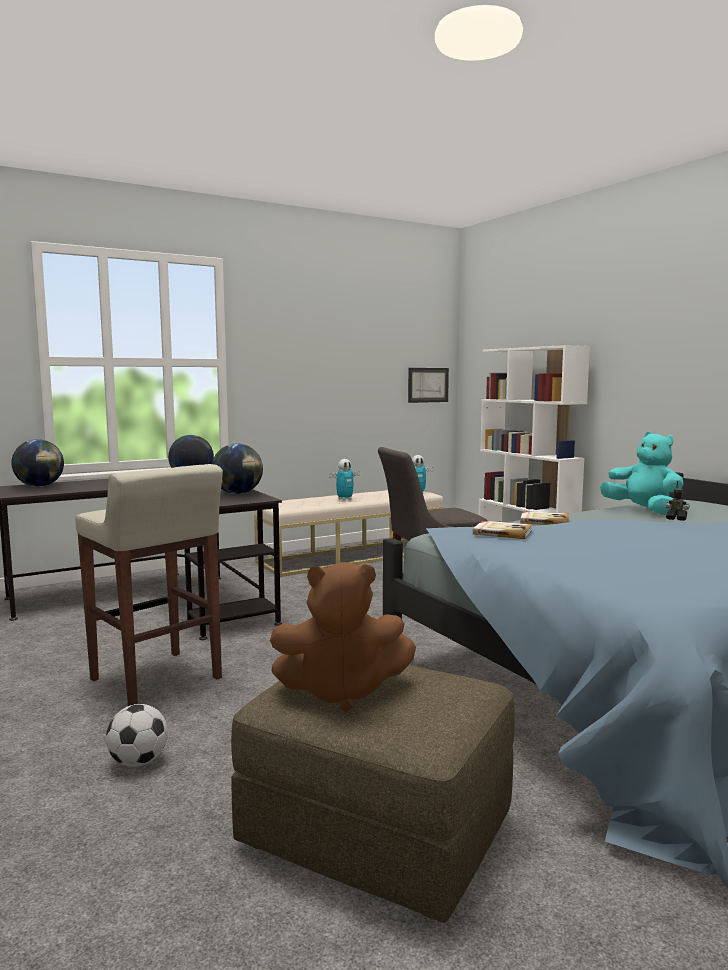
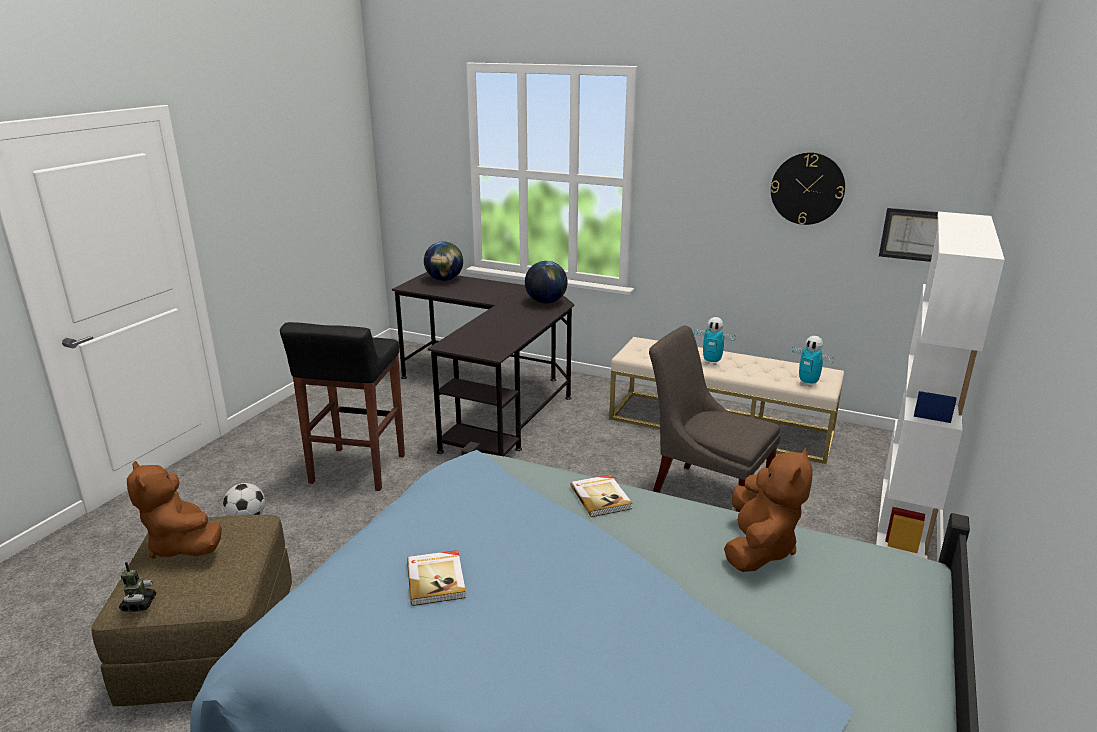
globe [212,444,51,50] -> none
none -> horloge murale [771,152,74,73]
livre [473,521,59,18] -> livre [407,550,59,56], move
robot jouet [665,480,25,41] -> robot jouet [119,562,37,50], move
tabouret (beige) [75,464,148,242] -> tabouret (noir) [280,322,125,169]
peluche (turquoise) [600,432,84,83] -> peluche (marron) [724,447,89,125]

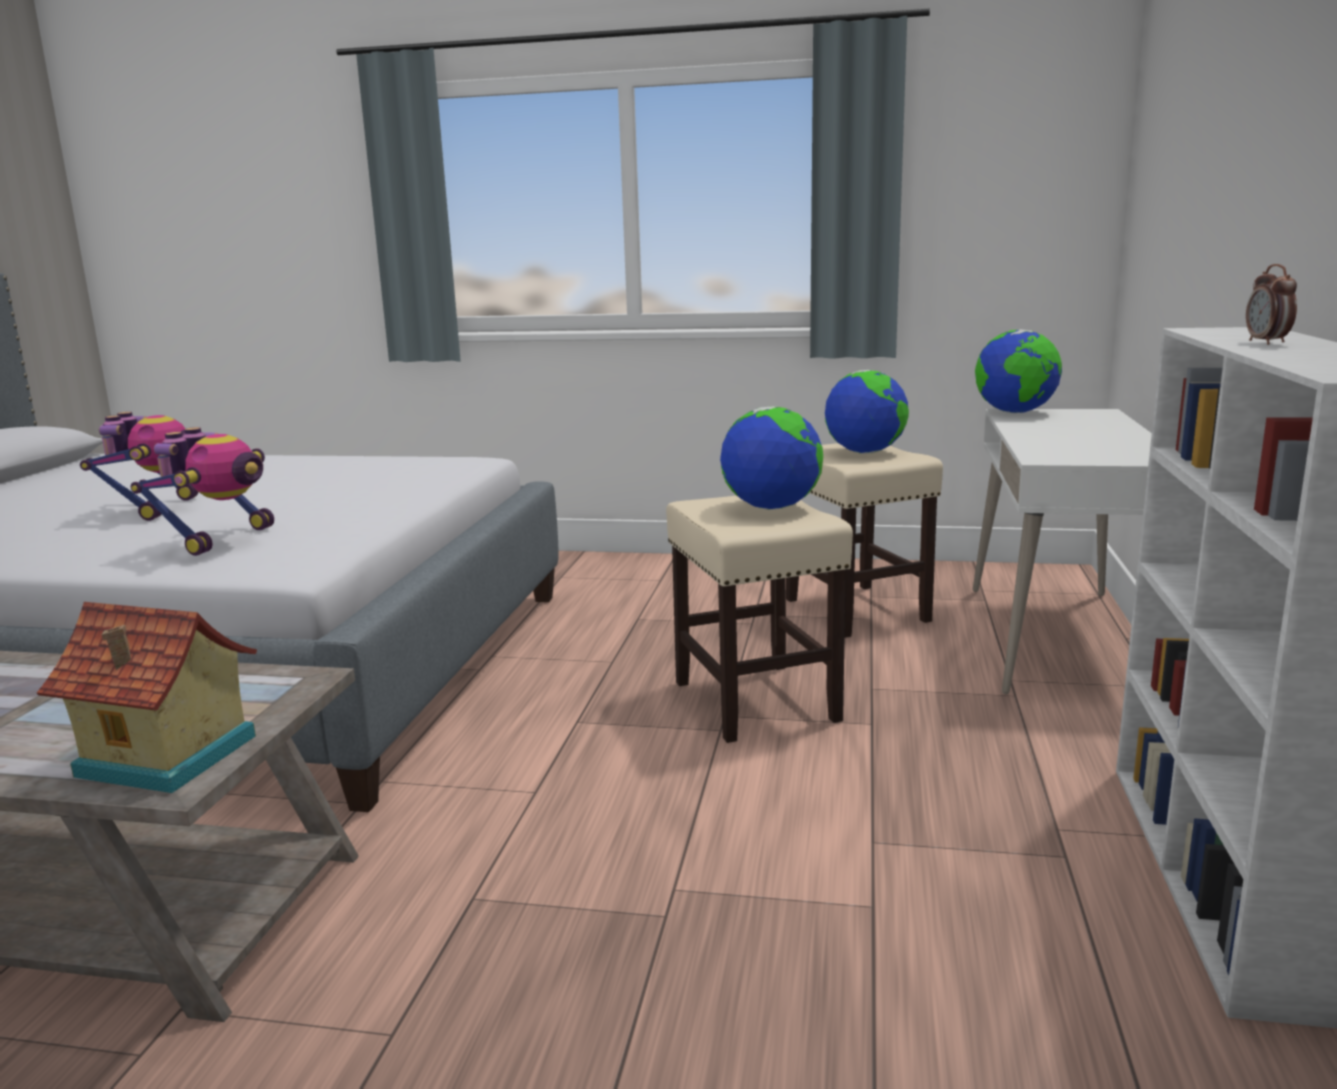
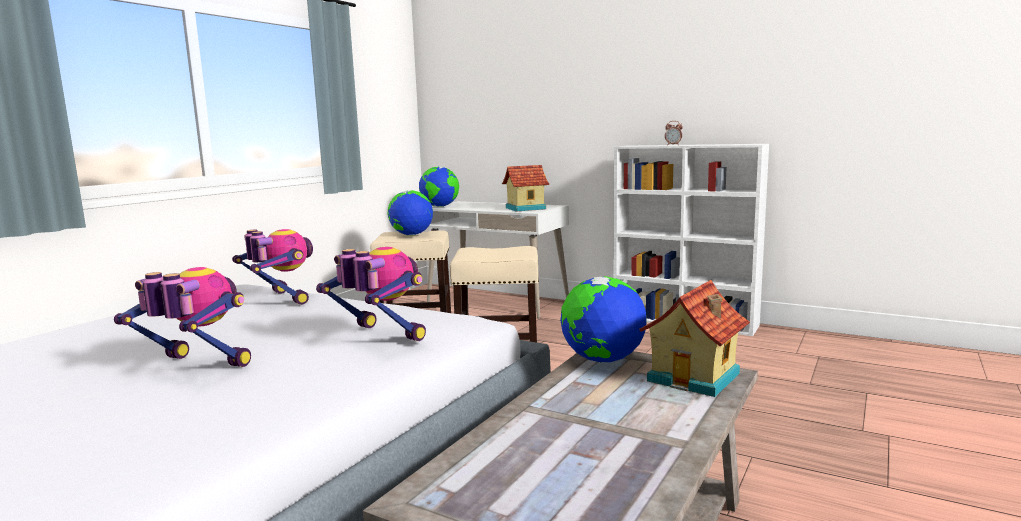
none -> robot jouet [232,229,81,76]
none -> maison miniature [502,165,47,46]
globe [720,406,103,104] -> globe [560,276,87,87], move

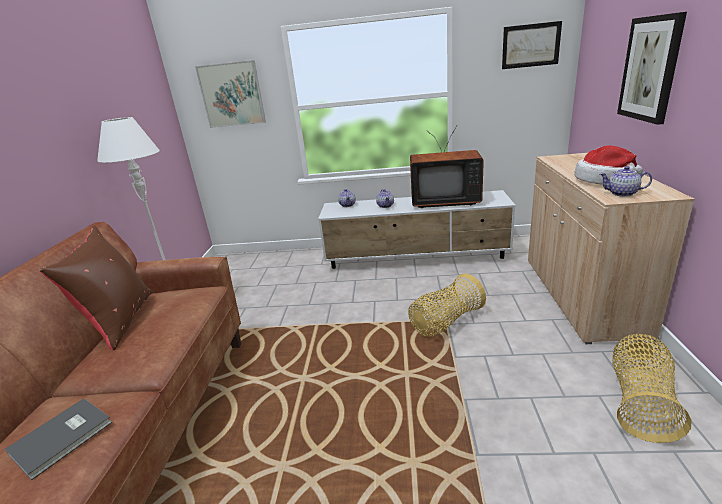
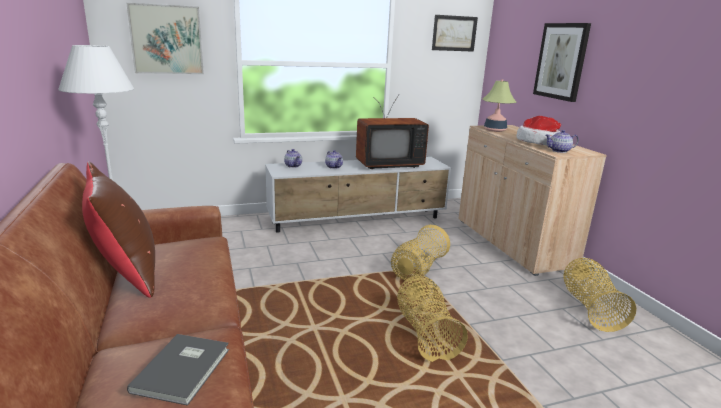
none -> panier [397,275,71,87]
none -> lampe de table [483,79,34,53]

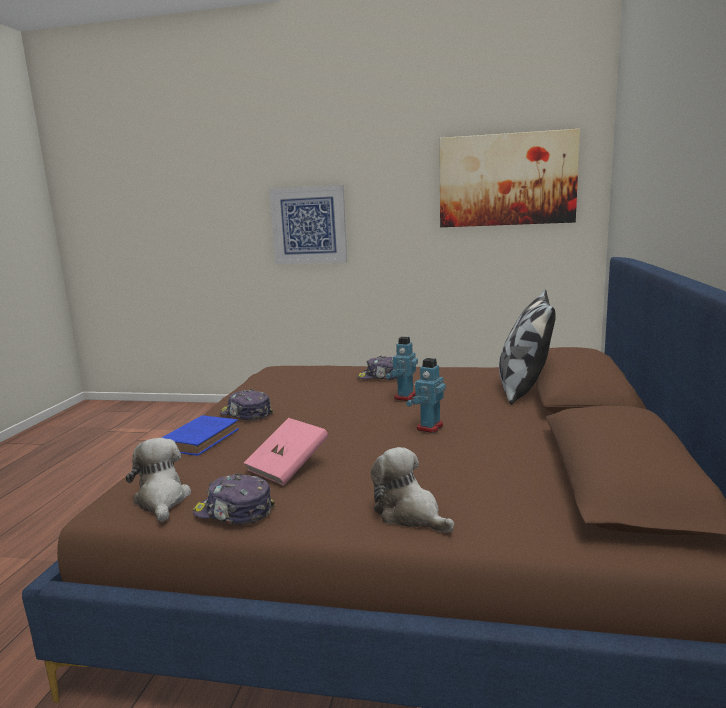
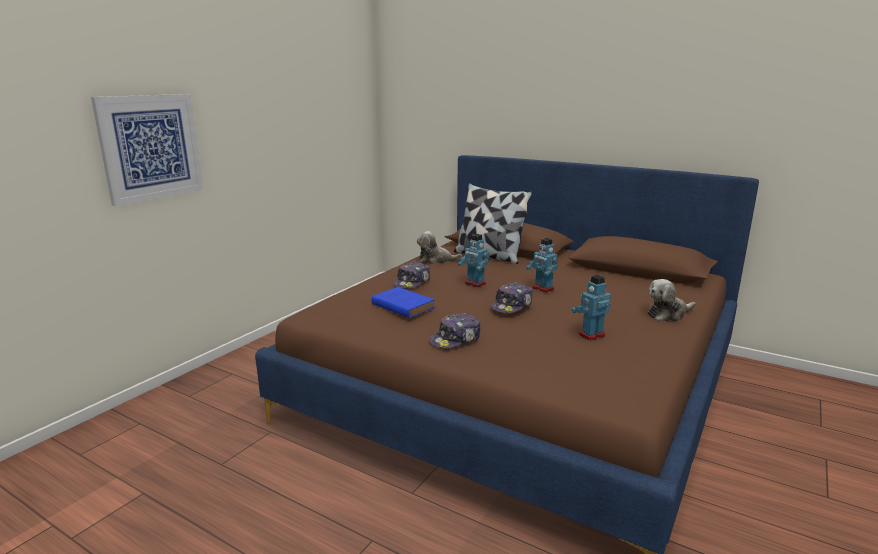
tableau [439,129,141,98] -> none
peluche [126,438,65,84] -> peluche [417,231,45,33], move
livre (bleu) [162,415,77,41] -> livre (bleu) [371,287,64,31], move
casquette [193,473,82,51] -> casquette [491,282,42,31], move
livre (rose) [244,418,84,68] -> robot jouet [571,275,40,65]

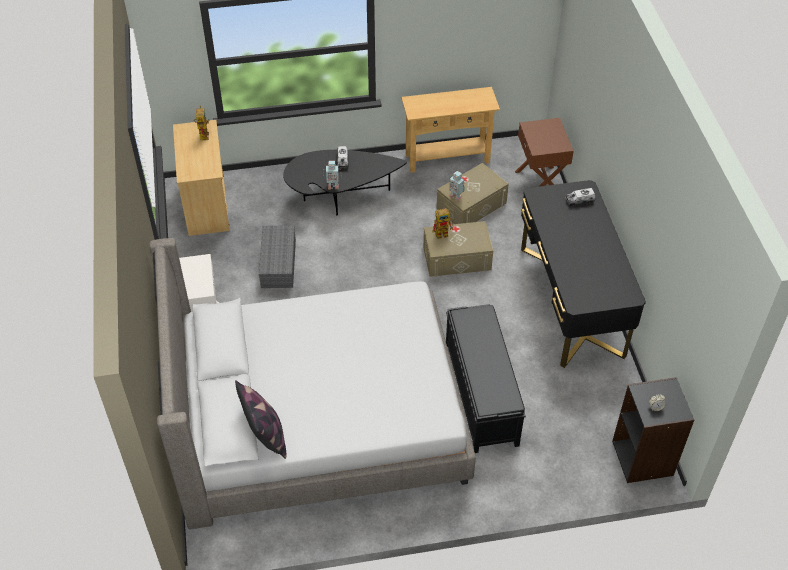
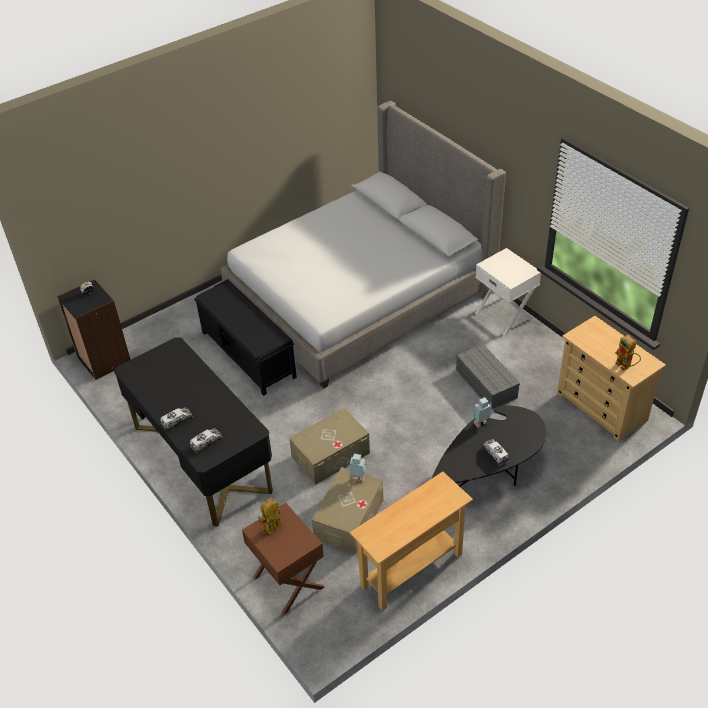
coussin [235,380,51,79] -> none
none -> camion jouet [160,407,33,24]
robot jouet [432,208,21,31] -> robot jouet [258,497,23,37], move

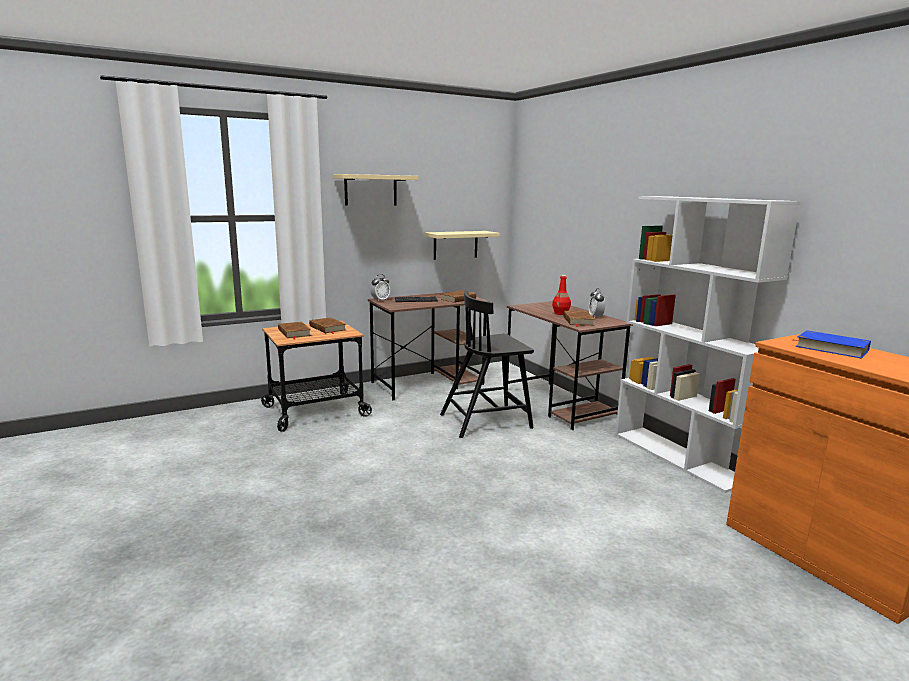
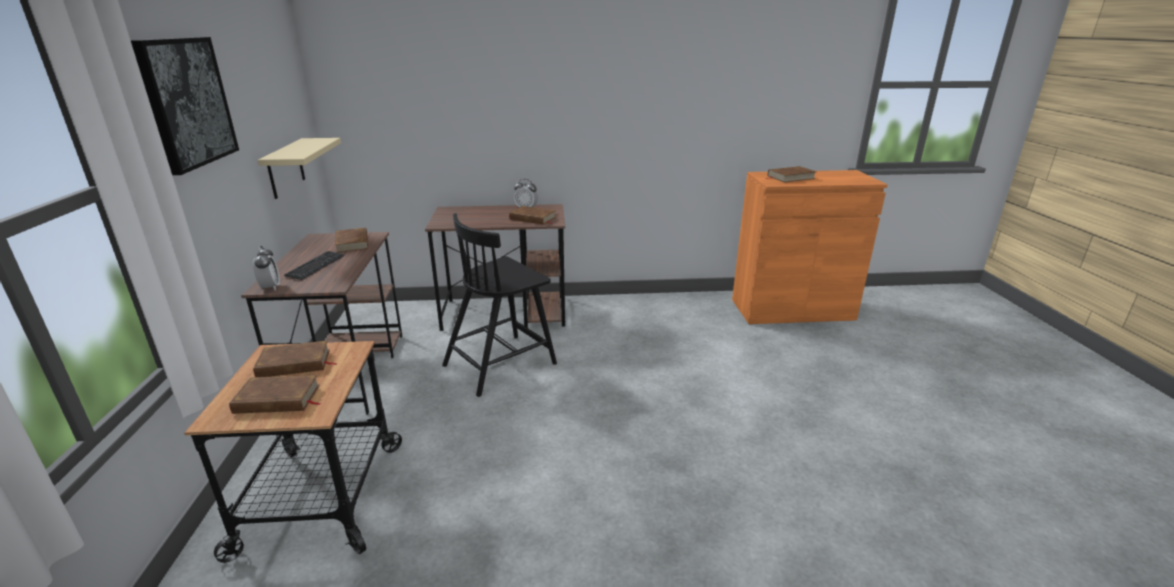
bouteille (rouge) [552,275,19,40] -> none
bibliothèque (blanc) [615,196,185,297] -> none
étagère (beige) [333,174,85,32] -> tableau [131,37,108,138]
livre (bleu) [792,330,79,29] -> livre (marron) [766,166,50,17]
chaise (noir) [440,290,94,148] -> chaise (noir) [442,213,115,184], 45 degrees clockwise

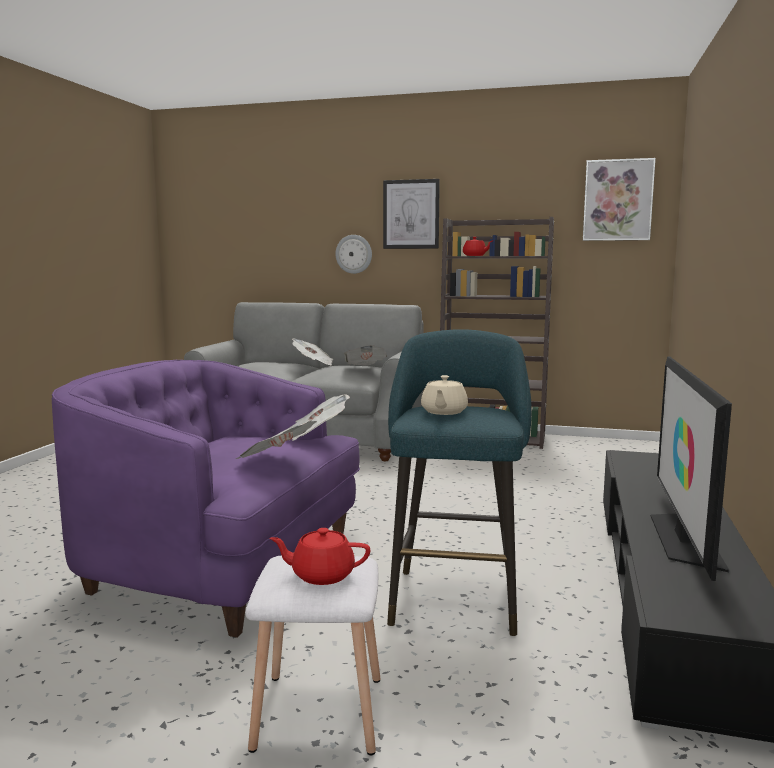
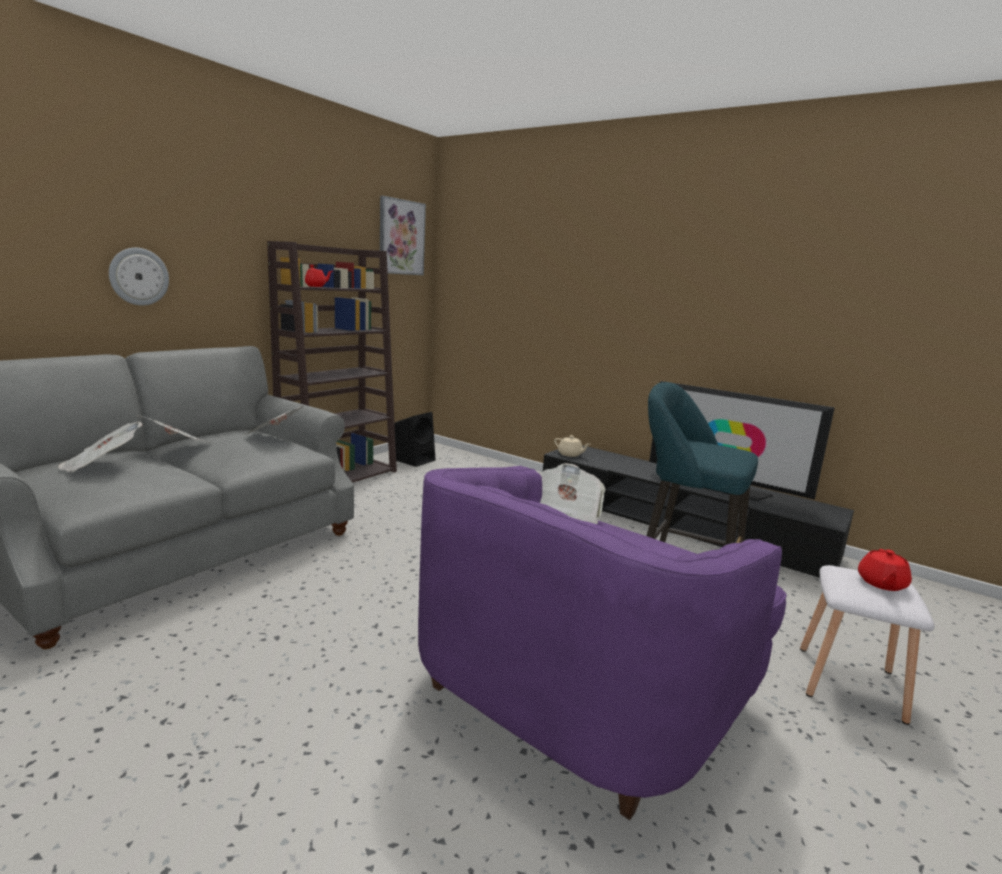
tableau [383,179,57,70] -> none
none -> enceinte (noir) [394,412,42,55]
journal [236,420,81,39] -> journal [58,422,84,51], move
théière (beige) [421,375,47,40] -> théière (beige) [554,435,36,22], move

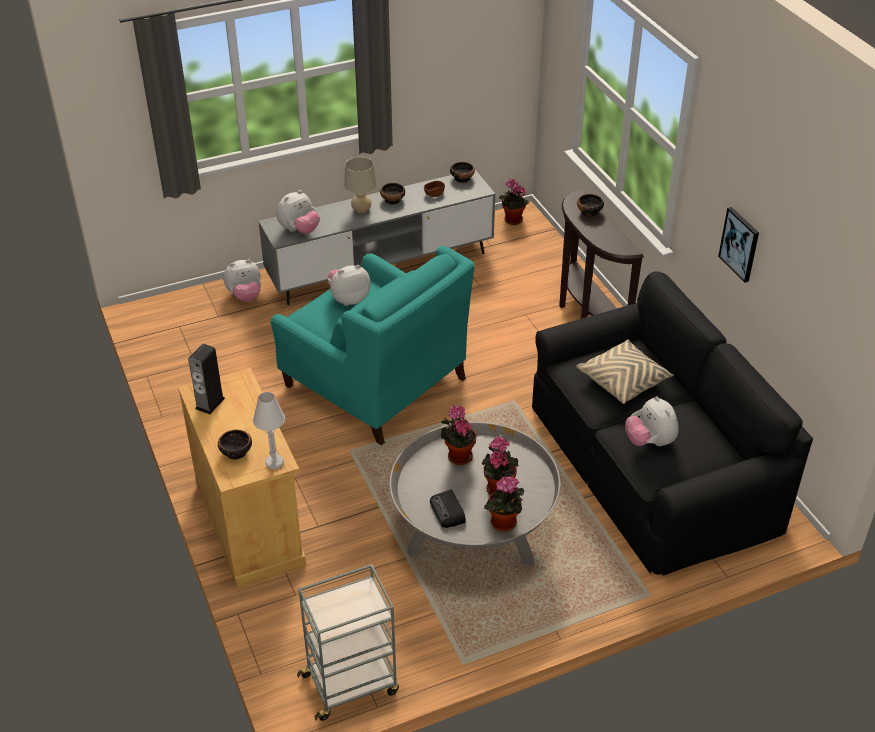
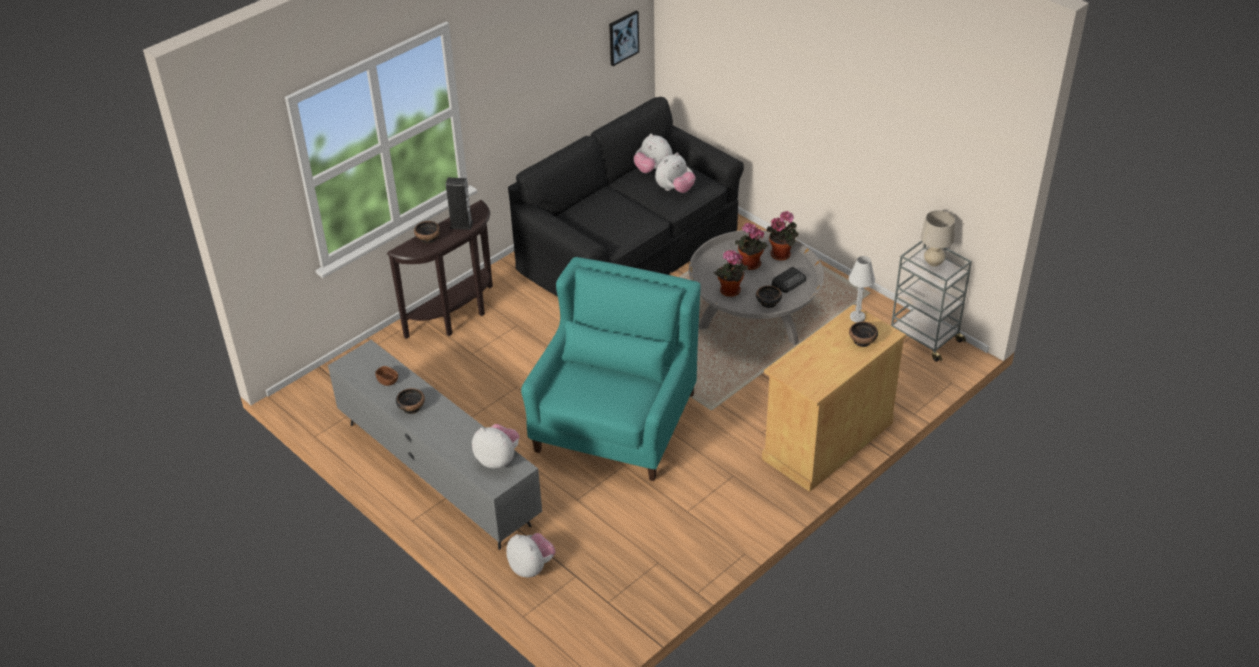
plante en pot [499,179,29,46] -> none
coussin (beige) [576,339,98,65] -> none
enceinte [188,344,37,70] -> enceinte [446,178,27,52], move
peluche [328,265,42,41] -> peluche [634,134,39,39], move
lampe de table (beige) [344,157,33,56] -> lampe de table (beige) [921,210,34,56], move
bol [450,162,25,21] -> bol [756,286,26,22], move
tableau [718,207,41,76] -> tableau [609,11,30,55], move

